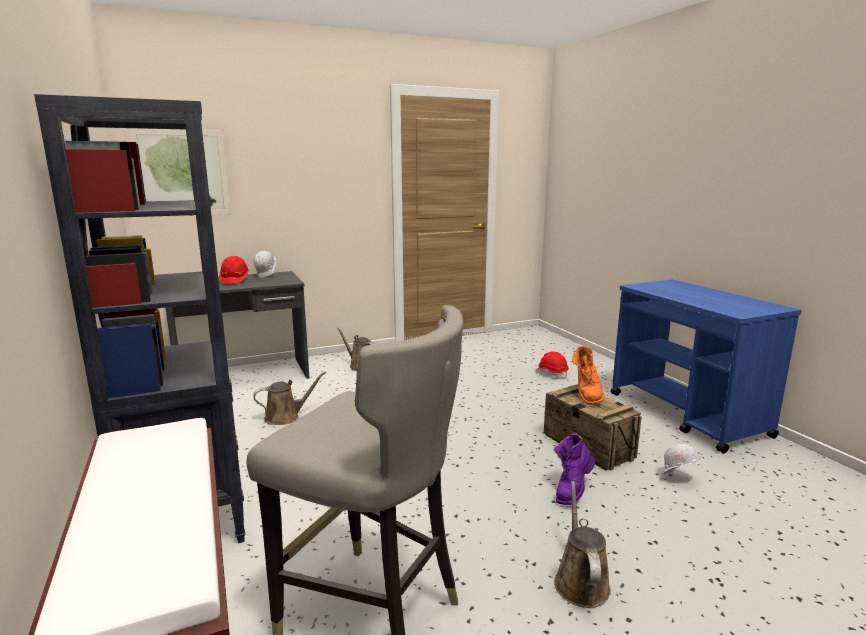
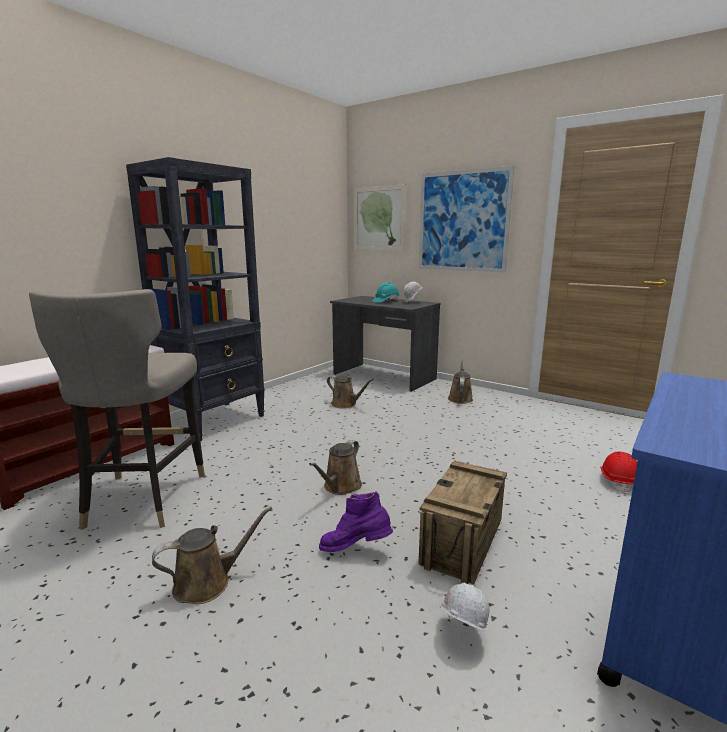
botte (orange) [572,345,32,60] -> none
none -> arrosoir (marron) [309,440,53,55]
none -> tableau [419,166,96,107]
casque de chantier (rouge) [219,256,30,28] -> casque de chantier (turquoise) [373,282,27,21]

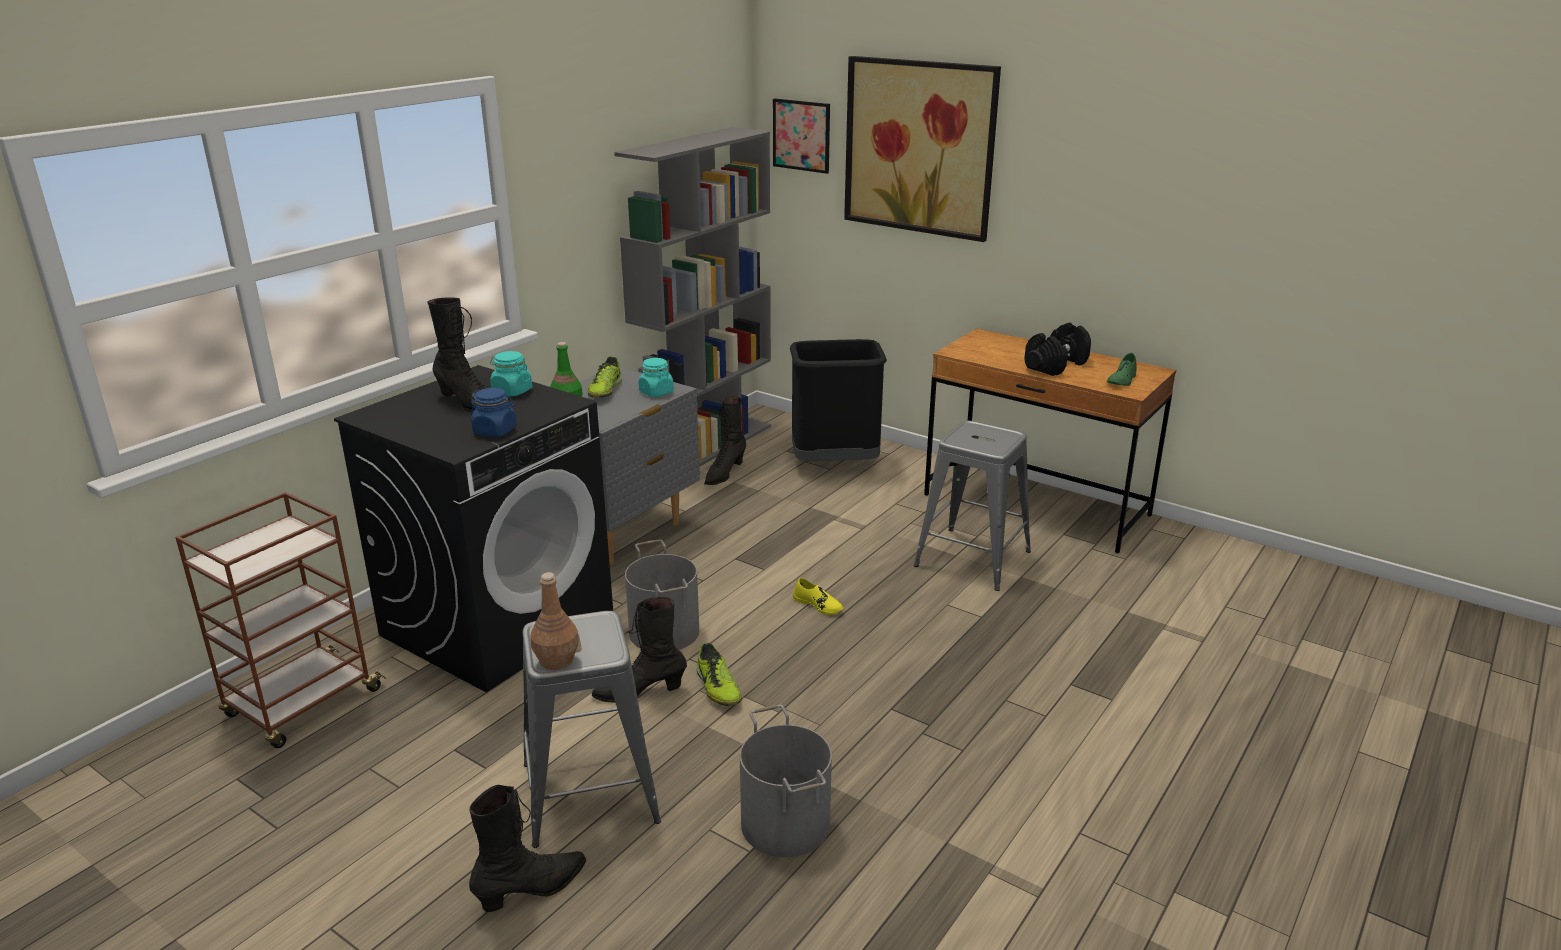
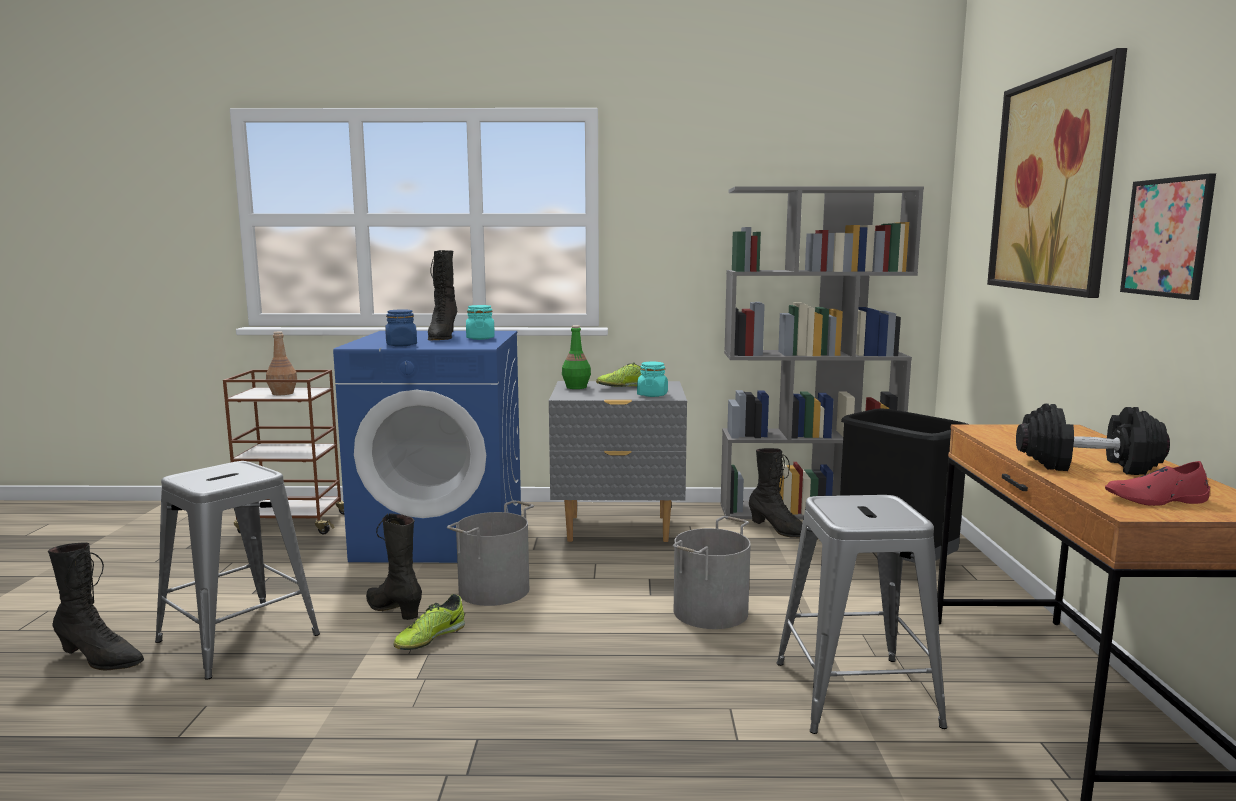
chaussure (jaune) [793,578,51,37] -> none
bouteille (marron) [530,572,49,98] -> bouteille (marron) [266,332,31,63], move
seau (gris) [740,705,92,152] -> seau (gris) [673,516,78,113], move
tableau [773,98,57,76] -> tableau [1120,173,96,127], move
lave-linge (noir) [334,365,279,327] -> lave-linge (bleu) [333,331,188,232]
chaussure (vert) [1107,353,30,33] -> chaussure (rouge) [1105,461,105,45]
botte (noir) [704,397,42,88] -> botte (noir) [749,448,53,90], 135 degrees counterclockwise

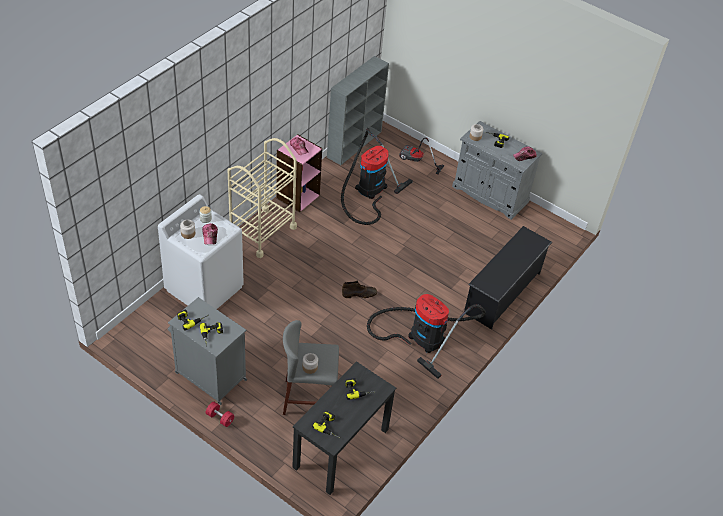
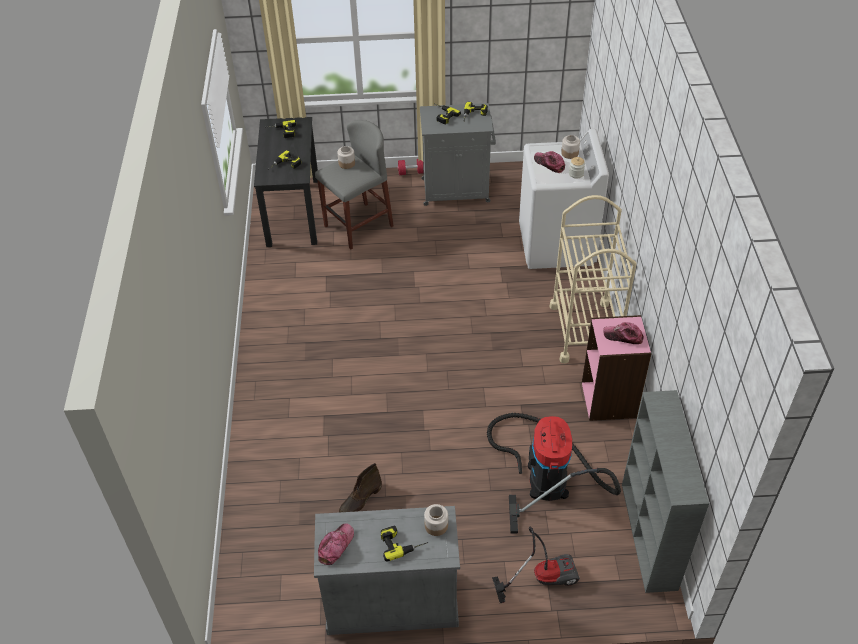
aspirateur [367,294,119,85] -> none
étagère à chaussures (noir) [464,226,88,103] -> none
botte (marron) [342,280,35,18] -> botte (marron) [339,463,43,49], move

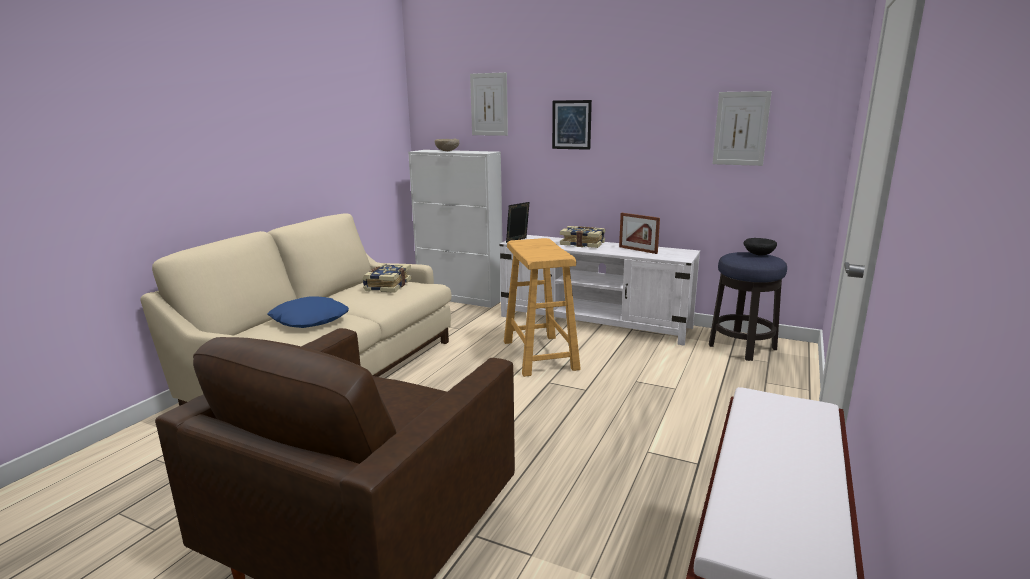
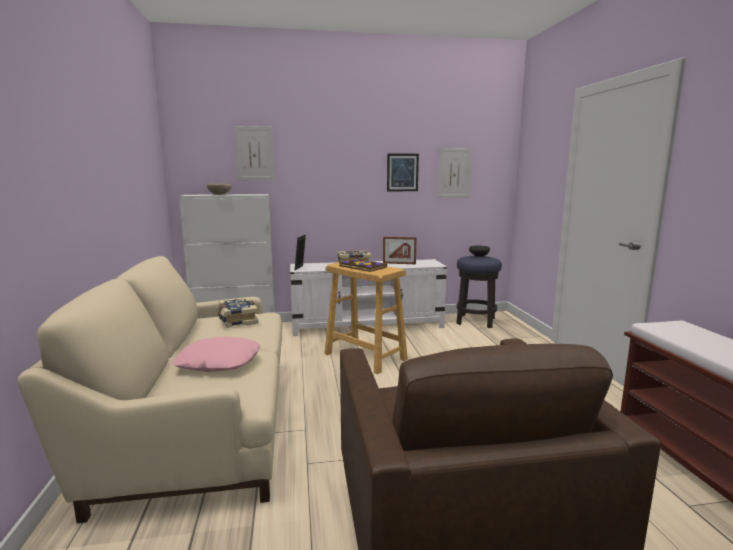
none -> livre [339,259,48,13]
tableau [552,100,40,50] -> tableau [387,153,32,38], move
coussin (bleu) [268,296,81,32] -> coussin (rose) [173,337,87,35]

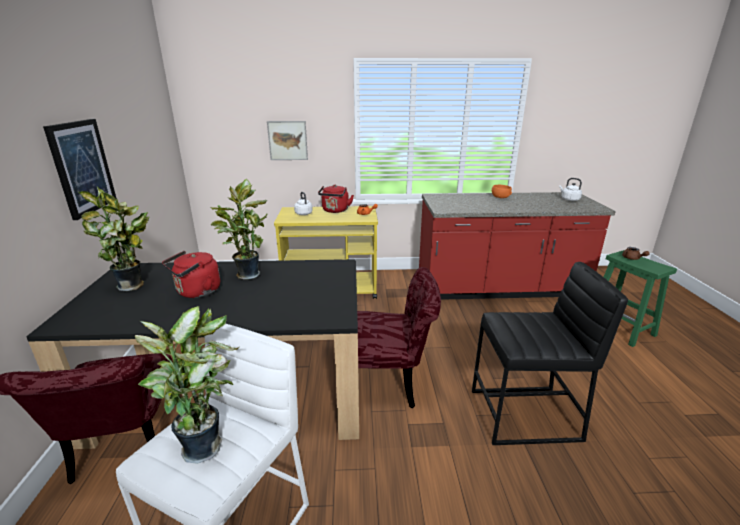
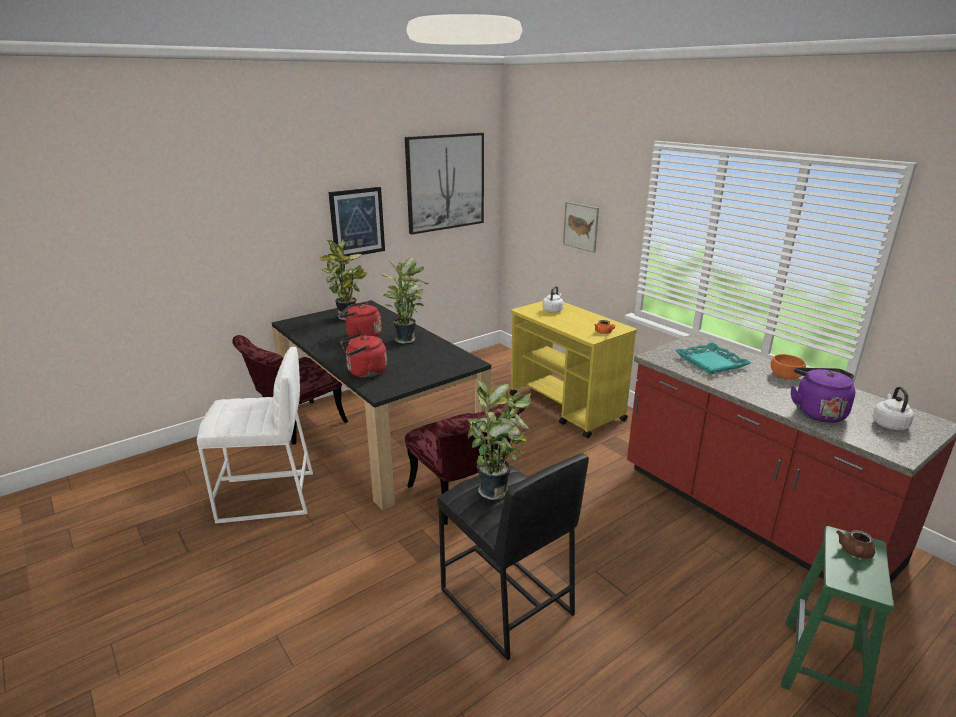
none -> tableau [405,133,79,102]
none -> plateau (turquoise) [675,343,76,31]
none -> bouilloire (violet) [791,368,65,55]
plante en pot [135,306,104,158] -> plante en pot [467,378,65,122], move
bouilloire (rouge) [318,185,36,28] -> bouilloire (rouge) [340,333,47,45], move

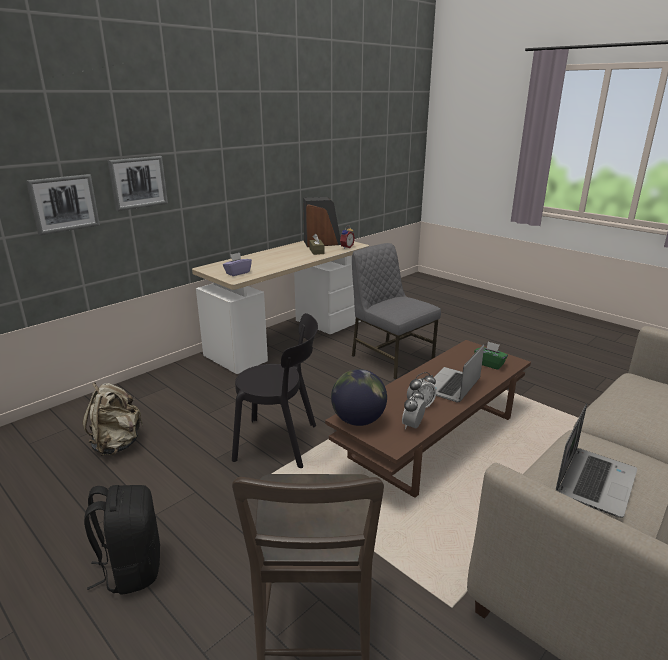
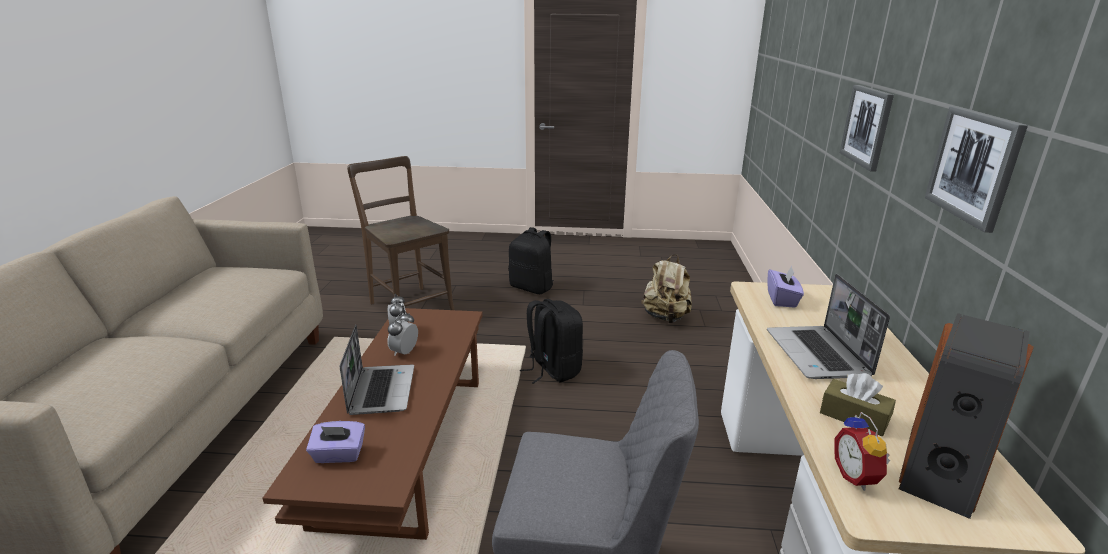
globe [331,369,56,57] -> none
tableau [26,174,74,61] -> tableau [925,106,103,127], move
ordinateur portable [556,404,81,114] -> ordinateur portable [767,274,123,105], move
chaise (noir) [232,313,86,155] -> sac à dos (noir) [520,299,63,85]
boîte à mouchoirs (vert) [474,341,34,29] -> boîte à mouchoirs (violet) [306,421,59,42]

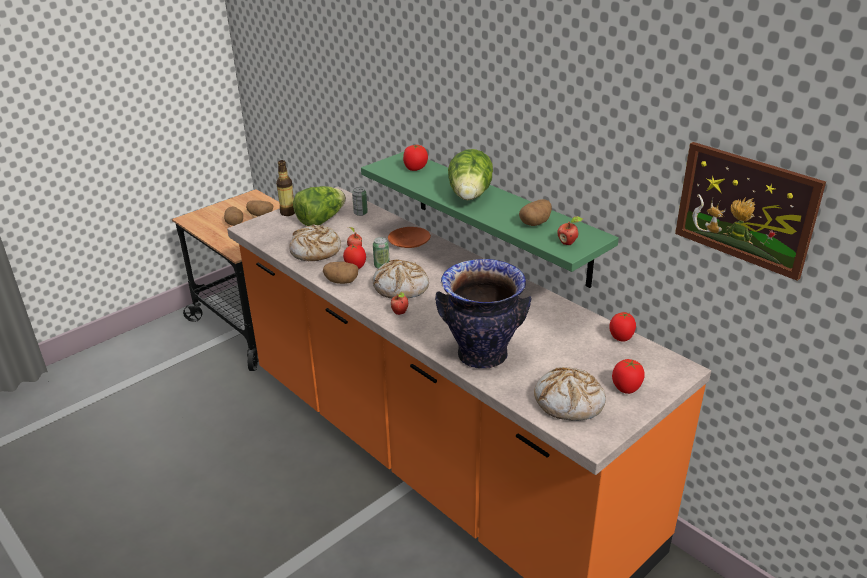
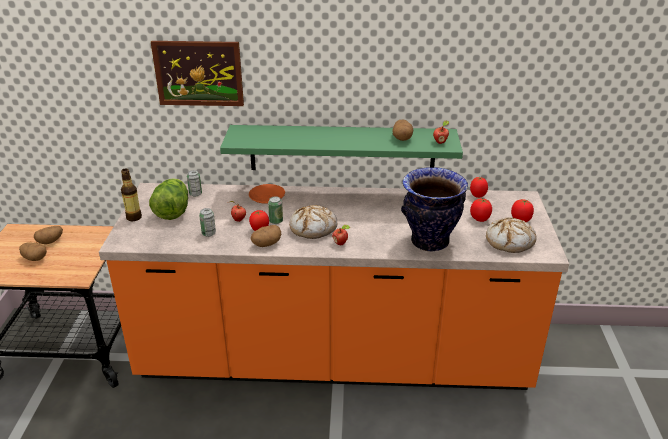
laitue [448,149,45,51] -> none
tomate [403,144,25,27] -> tomate [470,199,22,23], move
tableau [675,142,151,139] -> tableau [151,41,93,65], move
pain [289,224,52,37] -> boîte métallique [199,208,17,29]

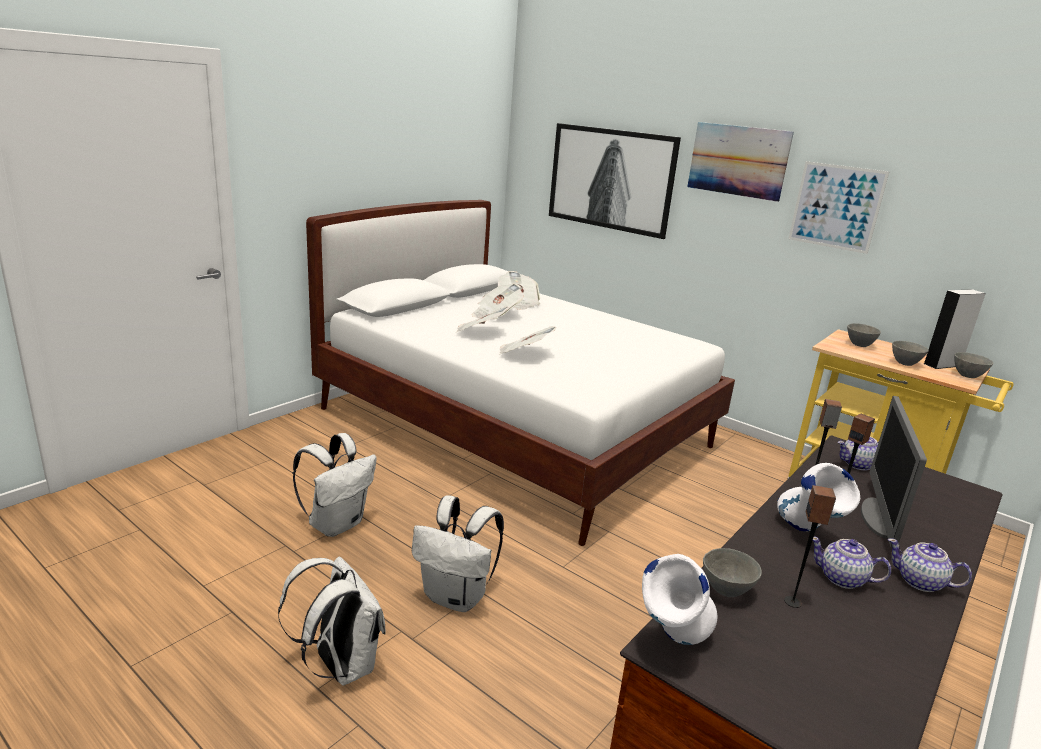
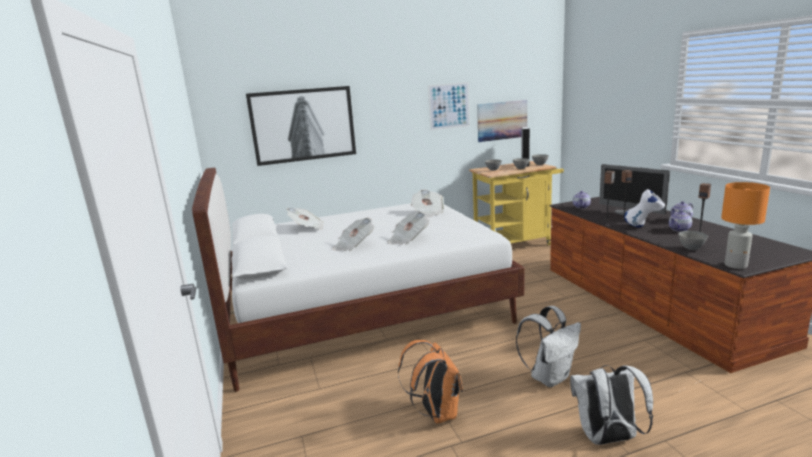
journal [472,284,52,36] -> journal [411,190,33,28], move
tableau [687,122,107,80] -> tableau [477,100,50,42], move
vase (blanc) [642,554,76,91] -> lampe de table (orange) [721,182,49,87]
sac à dos (blanc) [293,433,84,104] -> sac à dos (orange) [398,340,65,84]

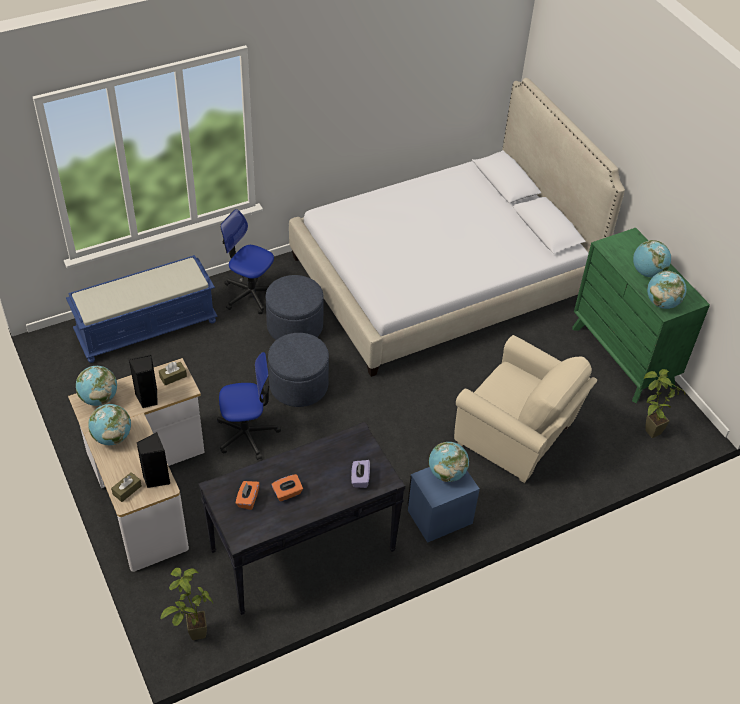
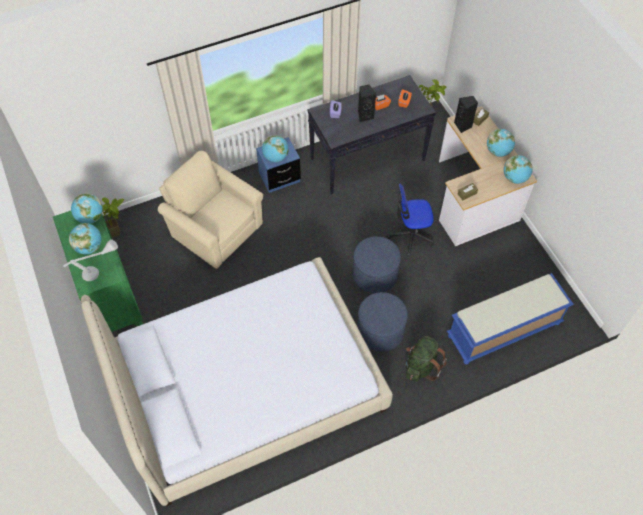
none -> lampe de table (gris) [63,239,55,42]
enceinte (noir) [128,354,29,54] -> enceinte (noir) [358,85,18,37], move
chaise de bureau [220,209,54,105] -> sac à dos (vert) [405,336,42,46]

